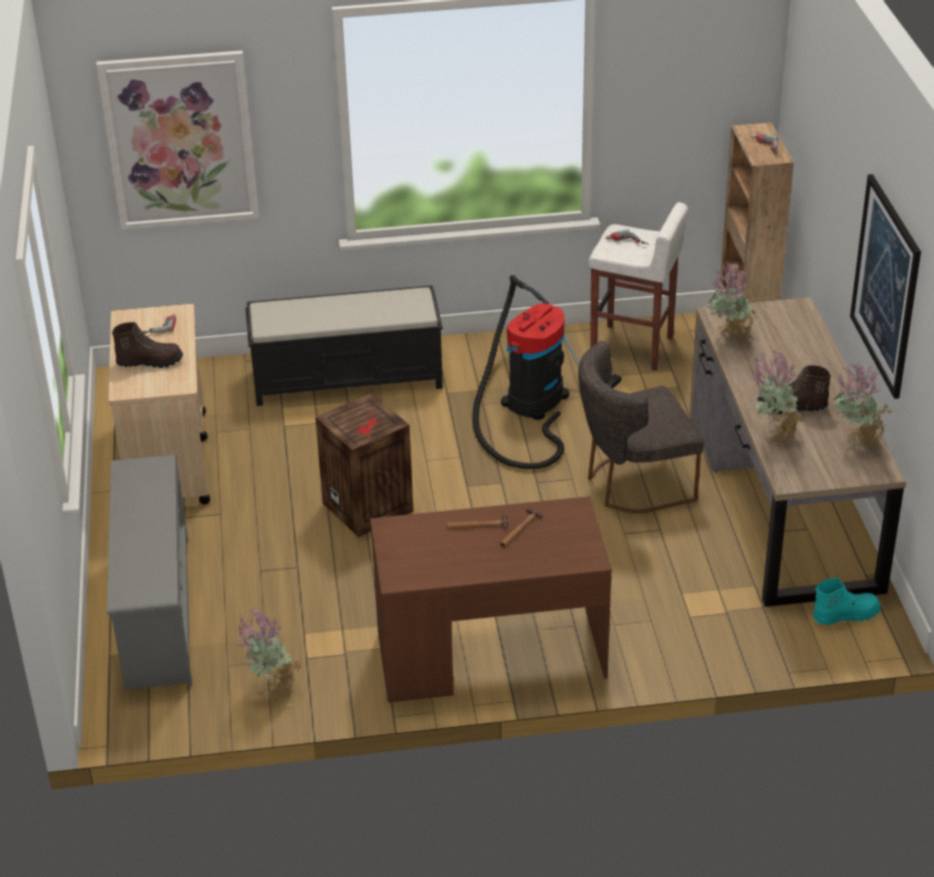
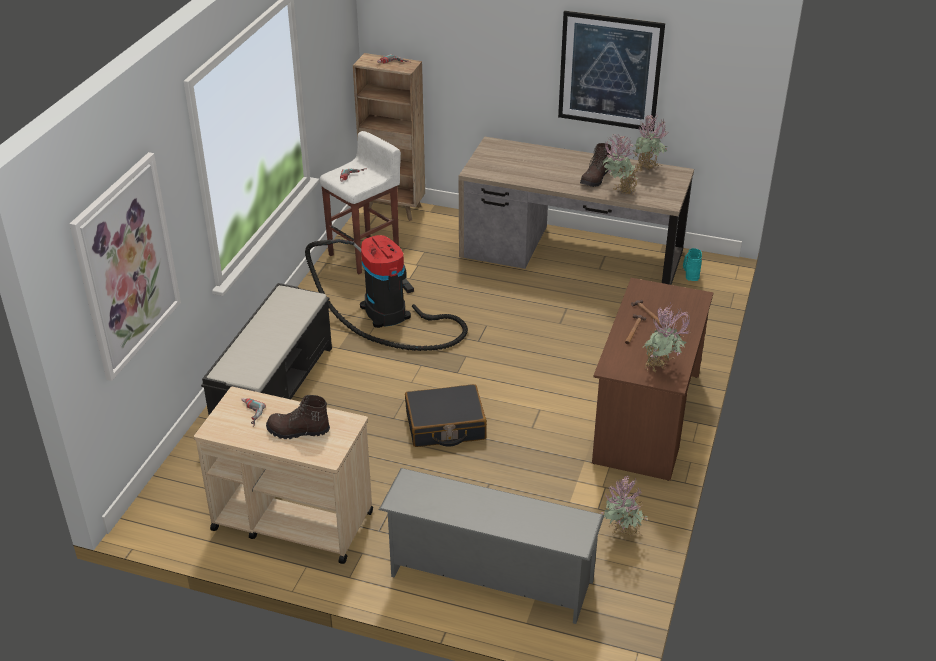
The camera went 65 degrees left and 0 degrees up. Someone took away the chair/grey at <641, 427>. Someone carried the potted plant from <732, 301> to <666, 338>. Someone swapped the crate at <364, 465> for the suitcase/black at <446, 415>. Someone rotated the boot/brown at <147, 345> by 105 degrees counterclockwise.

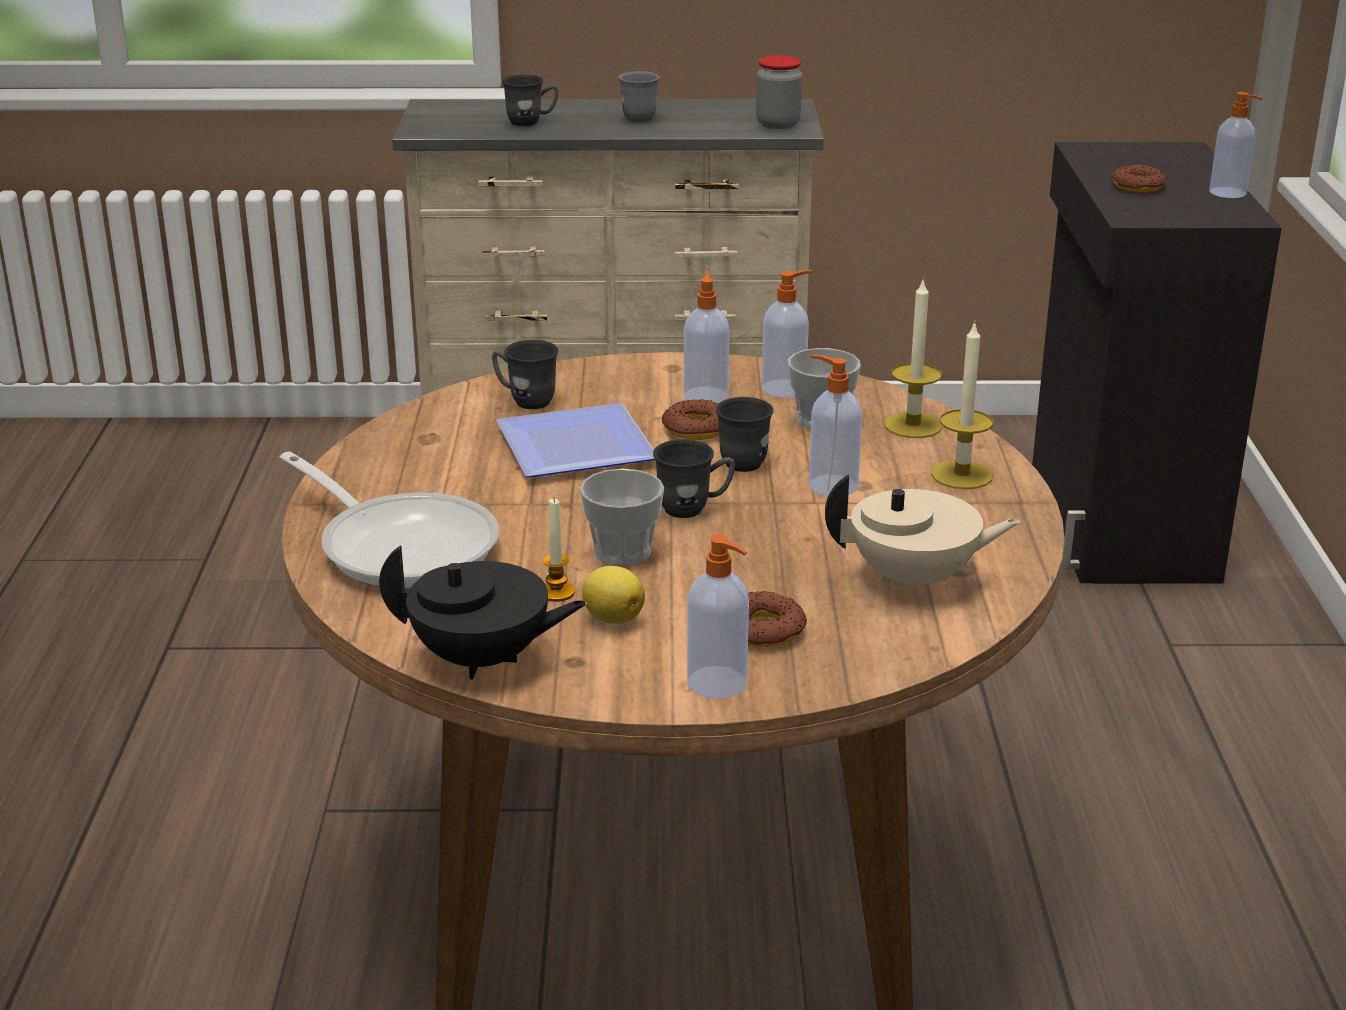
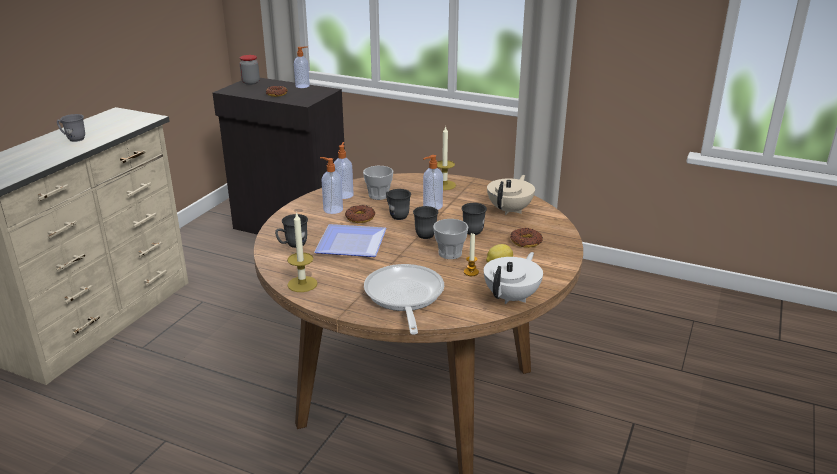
The camera went 65 degrees left and 0 degrees up. Someone took away the soap dispenser at <718, 616>. Someone carried the mug/grey from <530, 100> to <474, 219>. Someone carried the jar from <779, 92> to <250, 70>. Someone carried the candle from <913, 357> to <302, 252>. Someone repainted the teapot/black at <483, 612>, which became the teapot/white at <513, 278>. Someone rotated the frying pan at <389, 520> by 75 degrees counterclockwise.

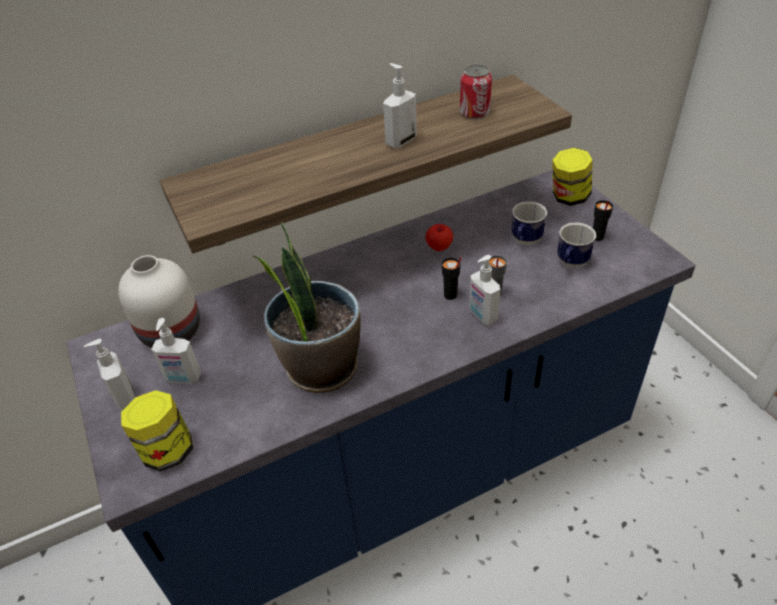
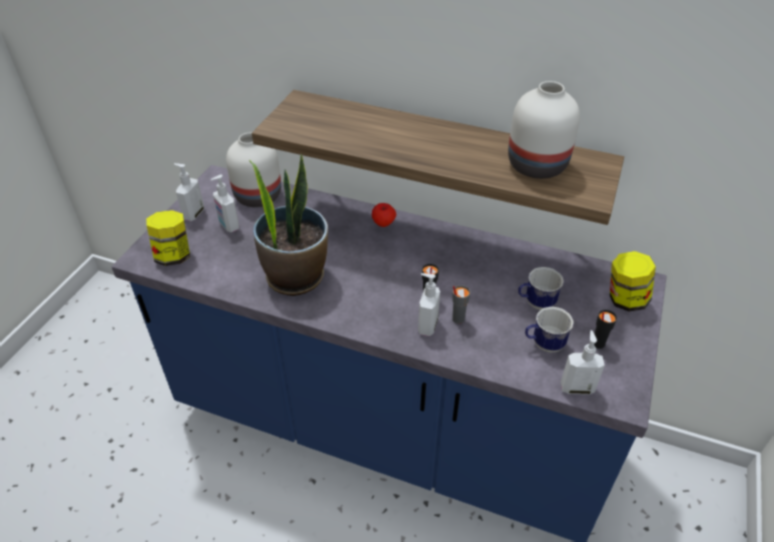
The camera went 45 degrees right and 0 degrees up. Someone carried the soap dispenser from <400, 105> to <583, 362>. Someone carried the apple from <439, 237> to <384, 215>. Someone swapped the can at <476, 91> for the vase/white at <544, 130>.

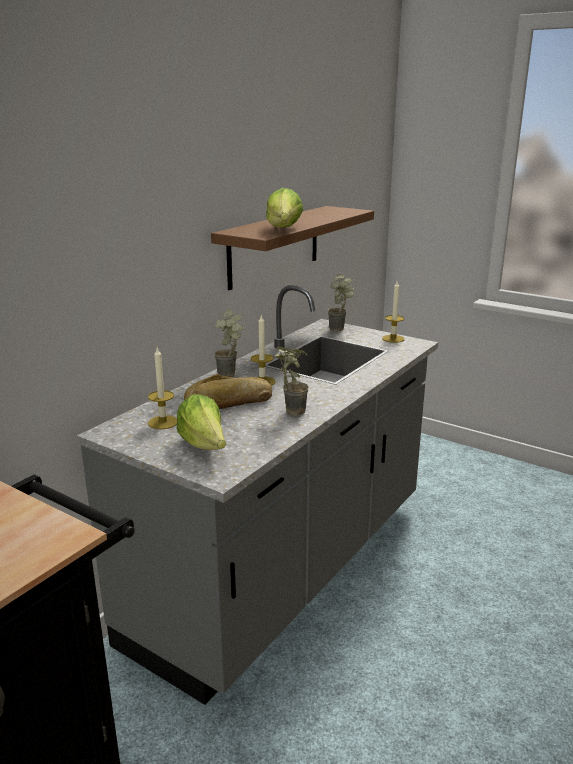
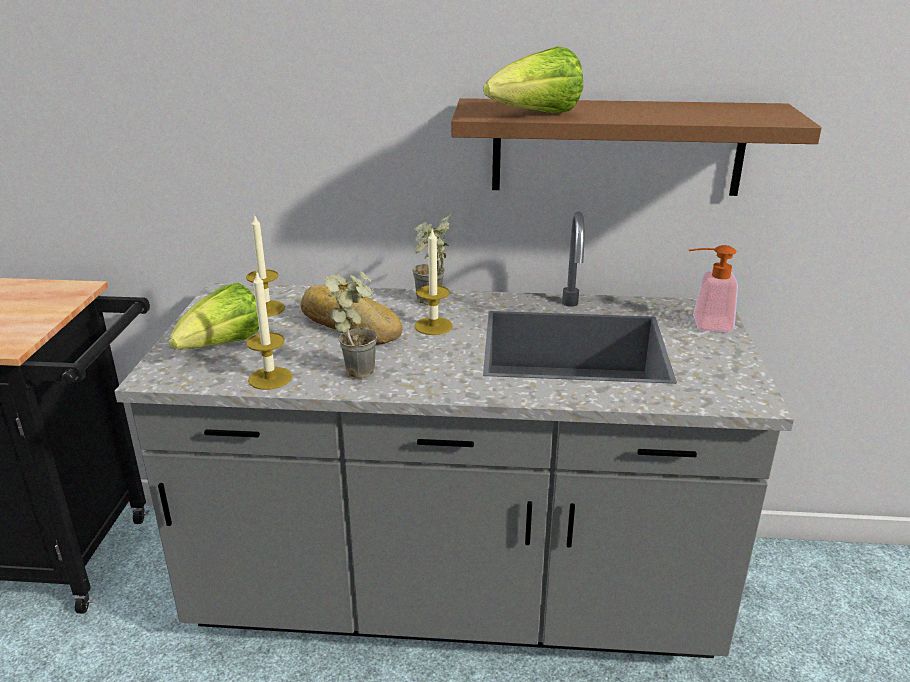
The camera went 60 degrees right and 5 degrees up. Someone carried the candle from <393, 312> to <269, 330>. Someone swapped the potted plant at <340, 303> for the soap dispenser at <713, 288>.

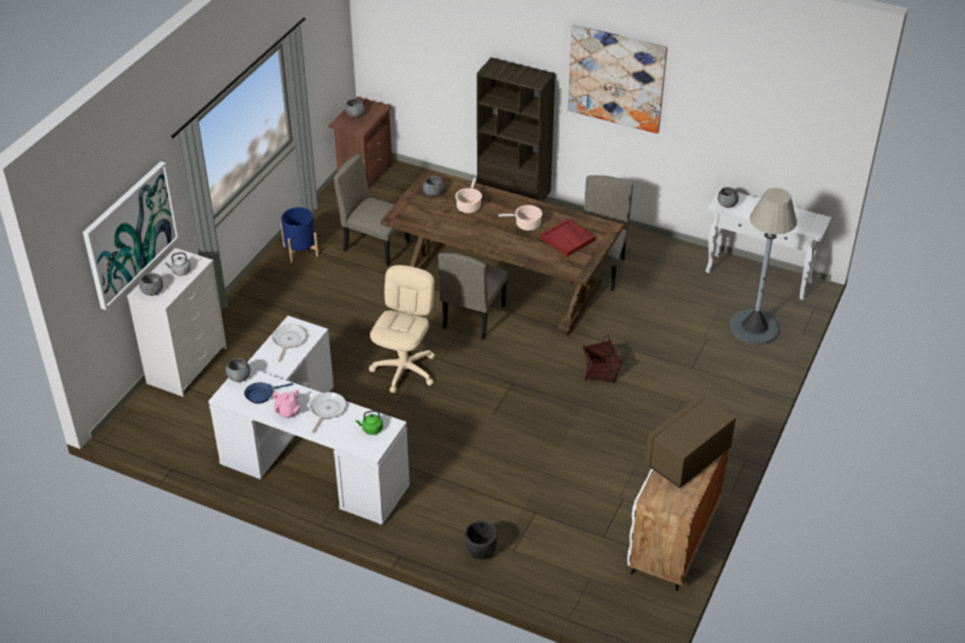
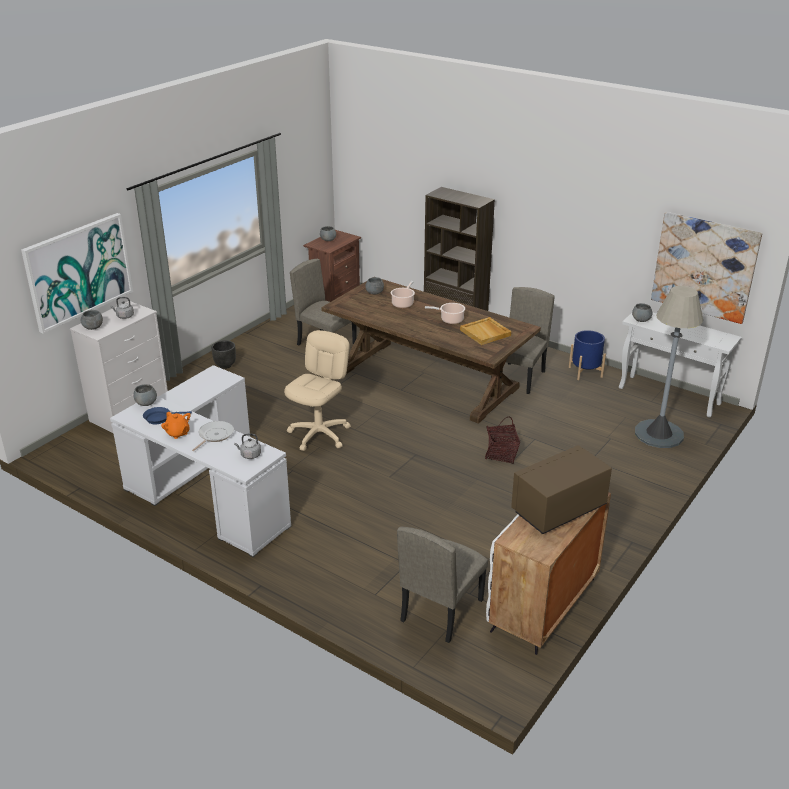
The camera went 10 degrees right and 10 degrees down. Someone took away the frying pan at <289, 343>. Someone carried the planter/blue from <300, 235> to <587, 355>. Someone carried the chair/beige from <473, 296> to <442, 584>. Someone carried the planter/black from <481, 540> to <223, 354>. Someone carried the picture from <618, 79> to <706, 268>. Someone repainted the teapot/pink at <287, 404>, which became the teapot/orange at <175, 425>. Someone repainted the kettle/green at <369, 422>, which became the kettle/grey at <247, 446>. Someone repainted the tray/red at <568, 237>, which became the tray/beige at <485, 331>.

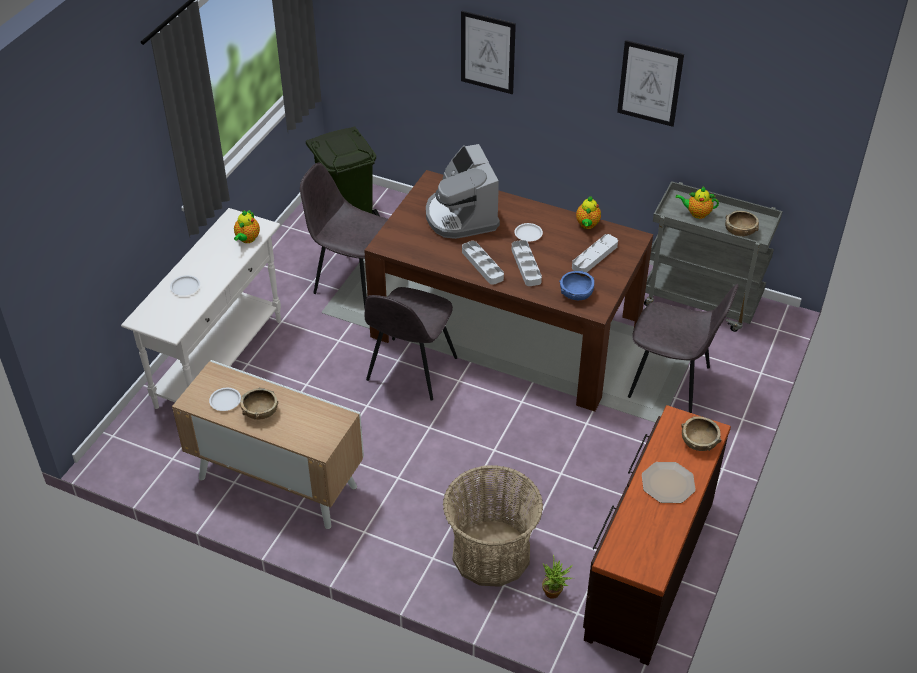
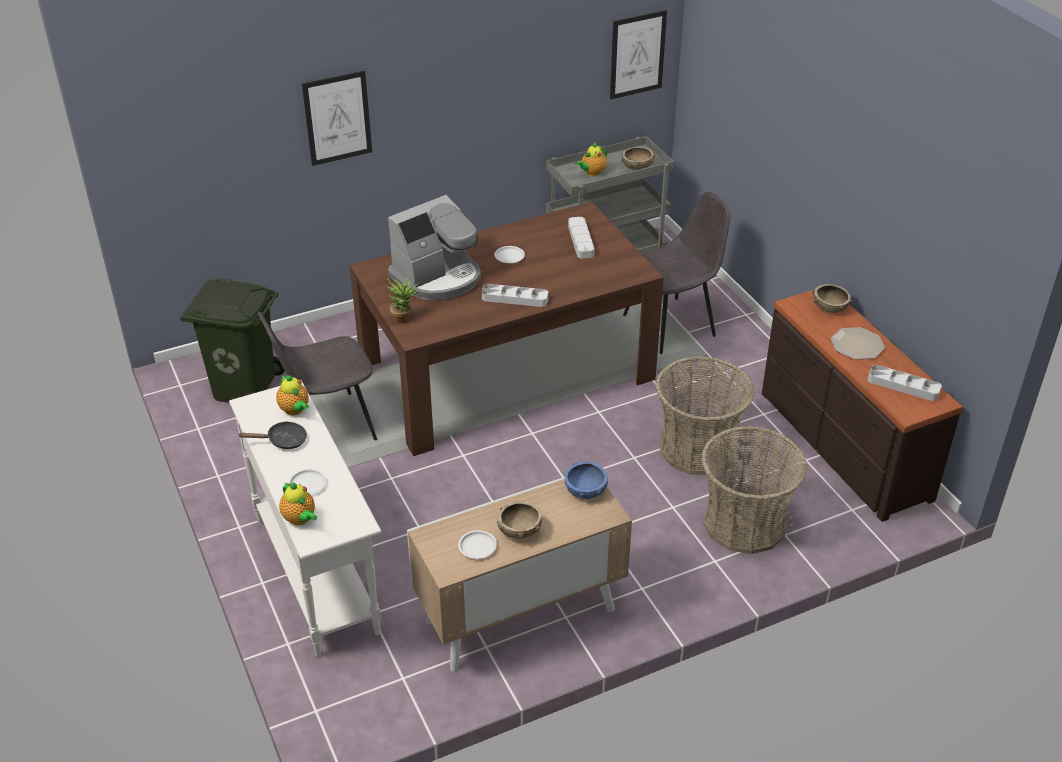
The camera went 50 degrees left and 5 degrees down. Someone took away the chair/grey at <411, 344>. Someone put down the frying pan/black at <272, 435>. Someone put down the basket at <705, 415>. Someone carried the tray/grey from <527, 263> to <905, 383>. Someone carried the potted plant from <557, 577> to <403, 300>. Someone carried the bowl/blue from <576, 285> to <586, 480>. Someone carried the teapot from <588, 213> to <298, 503>. Someone carried the picture from <650, 83> to <638, 54>. Someone rotated the coffee machine at <463, 191> by 60 degrees counterclockwise.

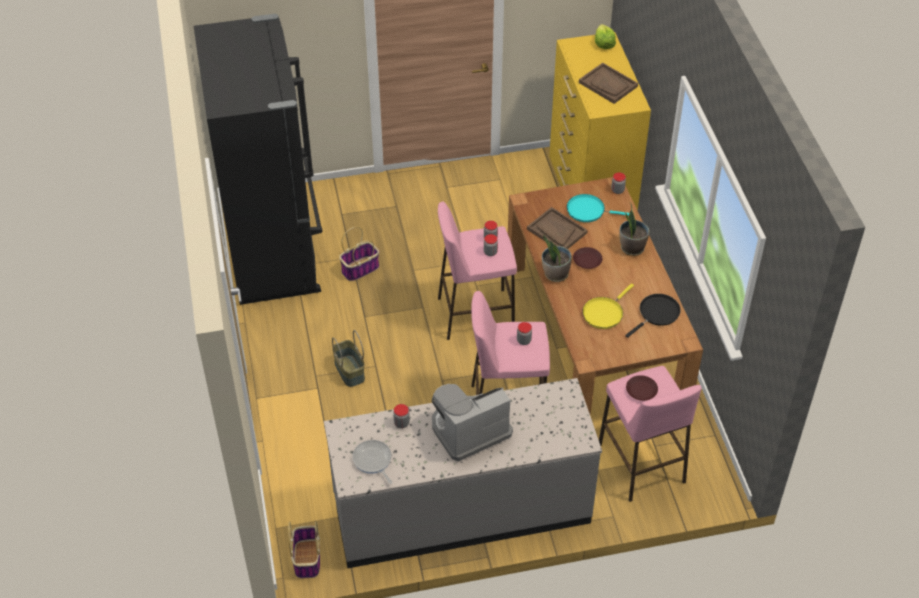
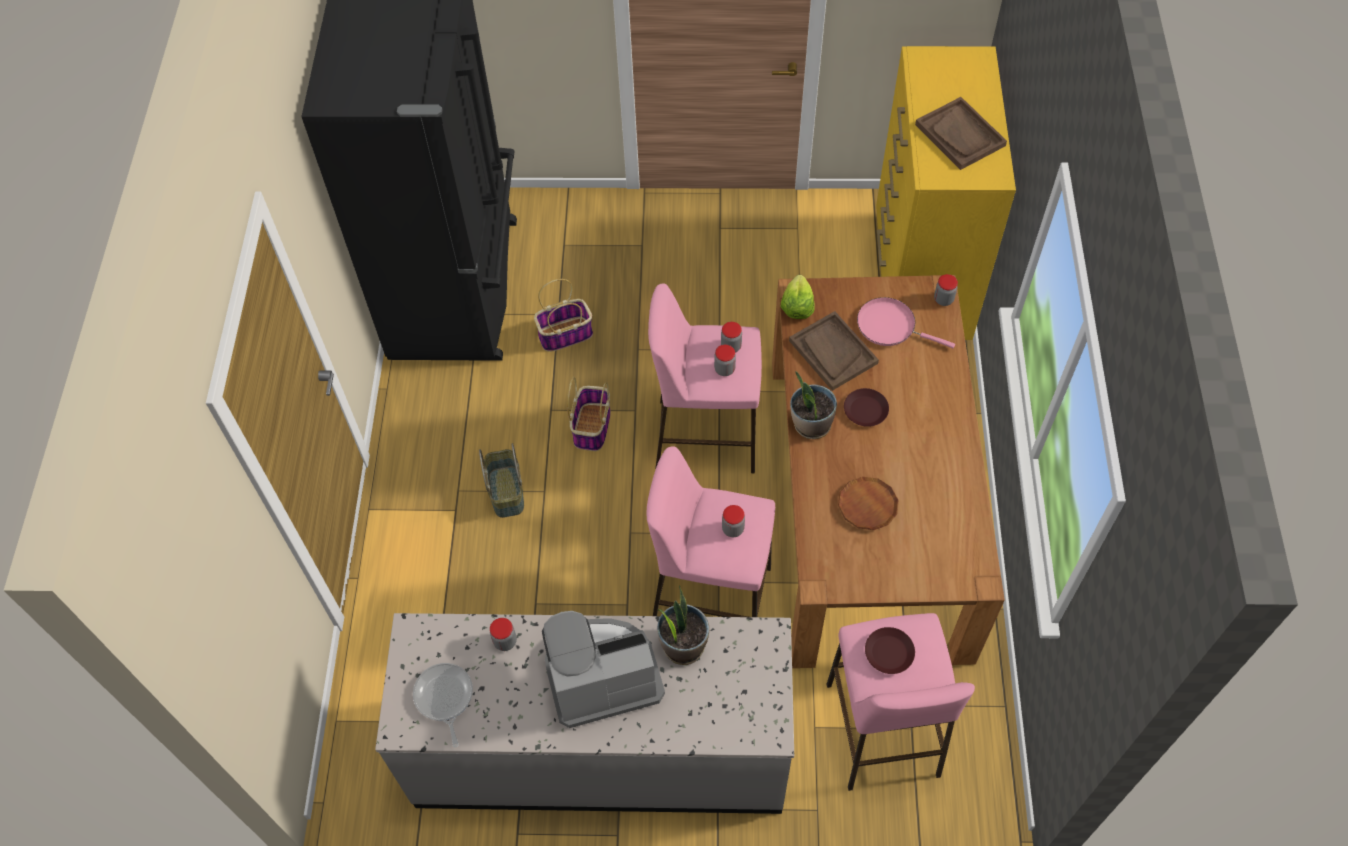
The camera went 15 degrees right and 10 degrees up. Someone took away the frying pan/black at <653, 316>. Someone carried the basket from <304, 549> to <589, 414>. Someone carried the lettuce from <605, 36> to <798, 297>. Someone carried the potted plant from <634, 229> to <683, 625>. Someone swapped the frying pan/yellow at <608, 306> for the plate/brown at <868, 503>. Someone repainted the frying pan/turquoise at <598, 208>, which became the frying pan/pink at <906, 322>.

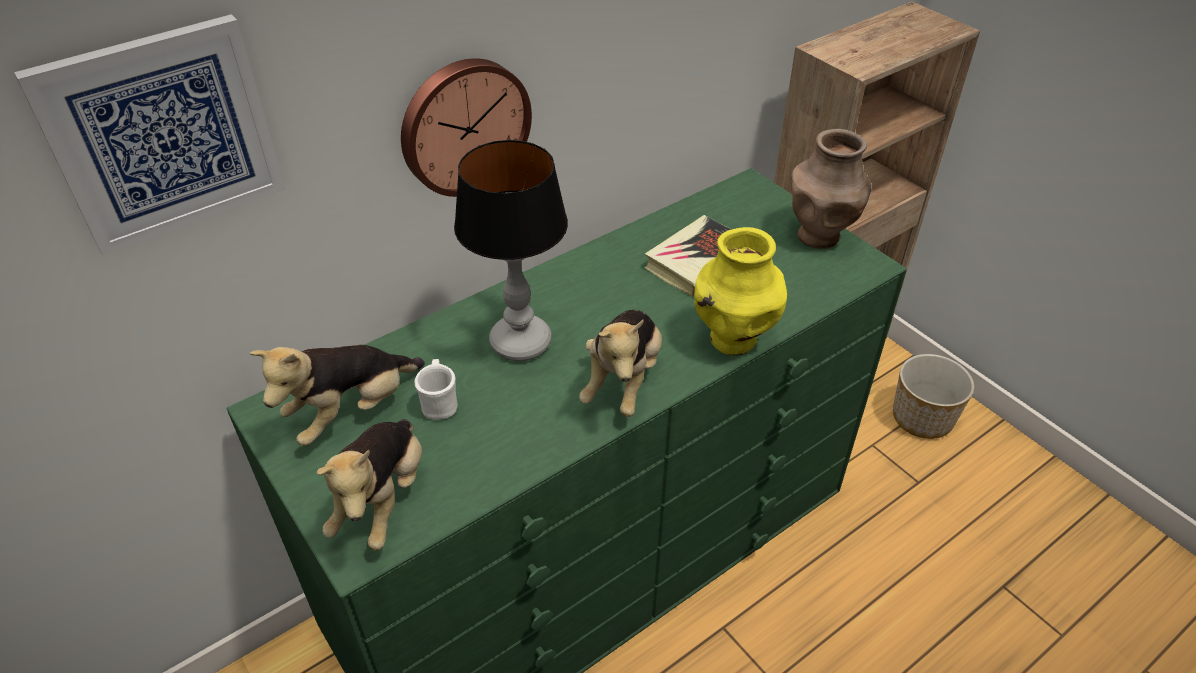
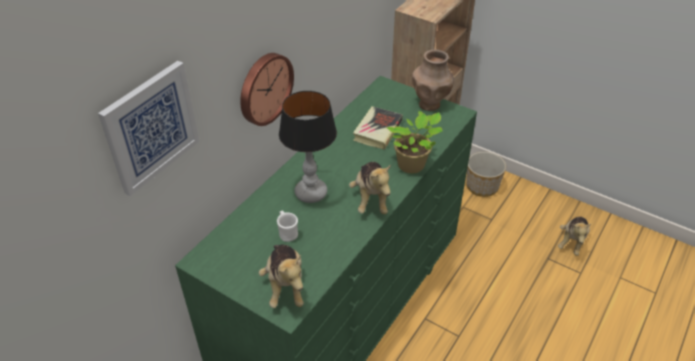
The camera went 20 degrees left and 0 degrees up. Someone carried the plush toy from <337, 395> to <574, 236>. Someone swapped the vase/yellow at <740, 291> for the potted plant at <415, 142>.

